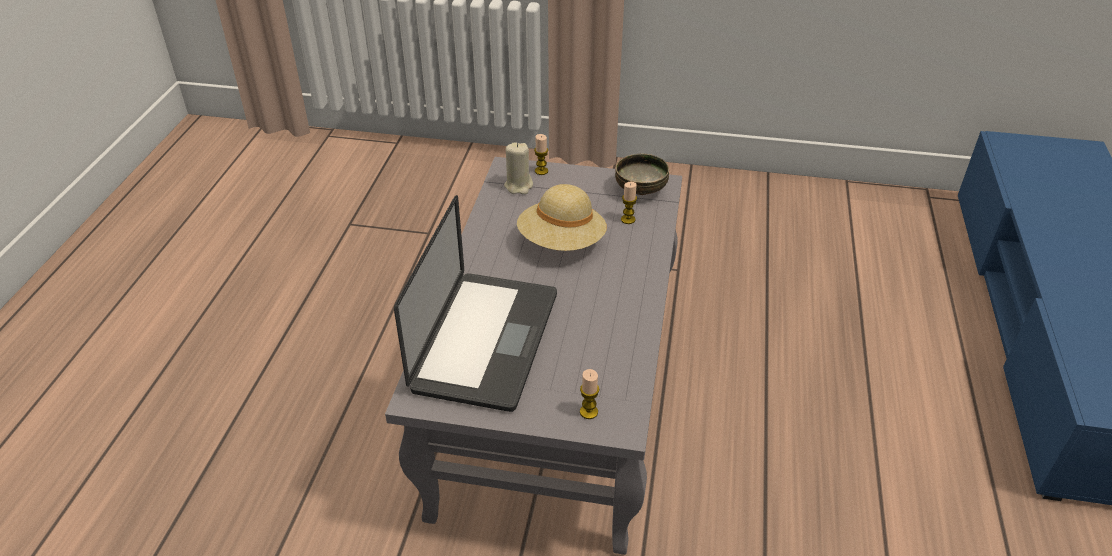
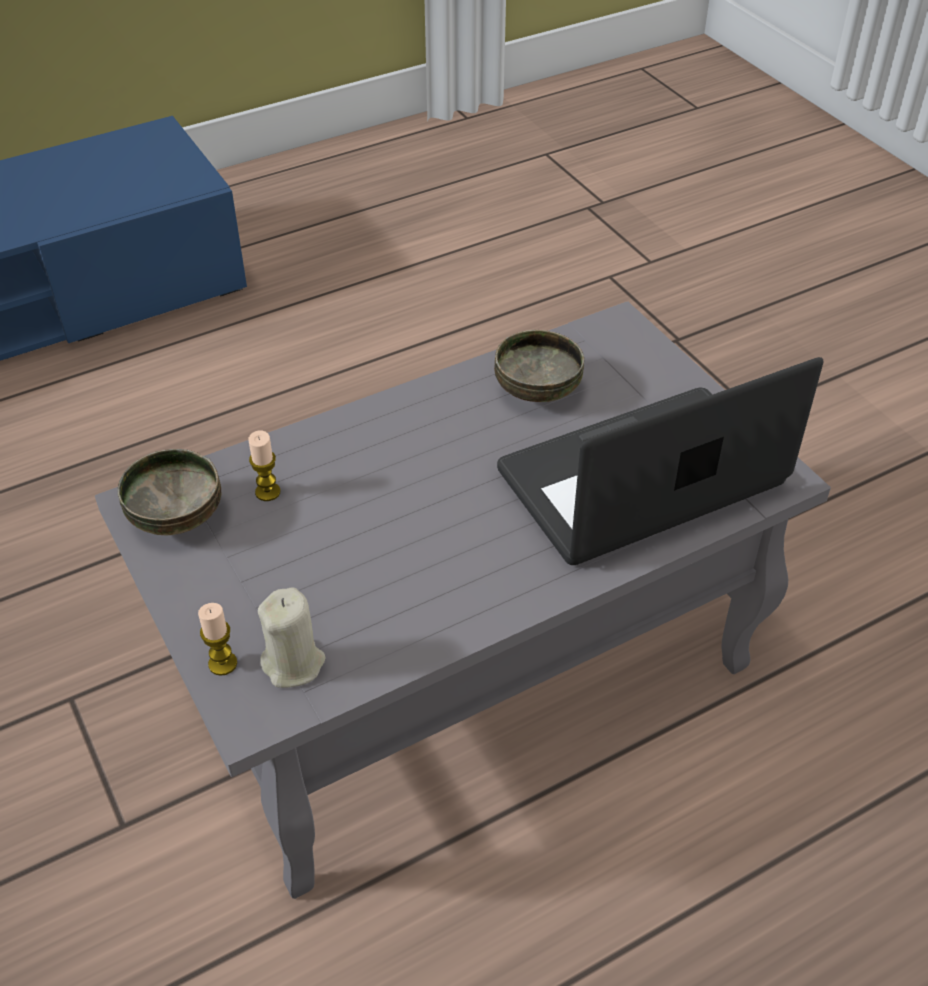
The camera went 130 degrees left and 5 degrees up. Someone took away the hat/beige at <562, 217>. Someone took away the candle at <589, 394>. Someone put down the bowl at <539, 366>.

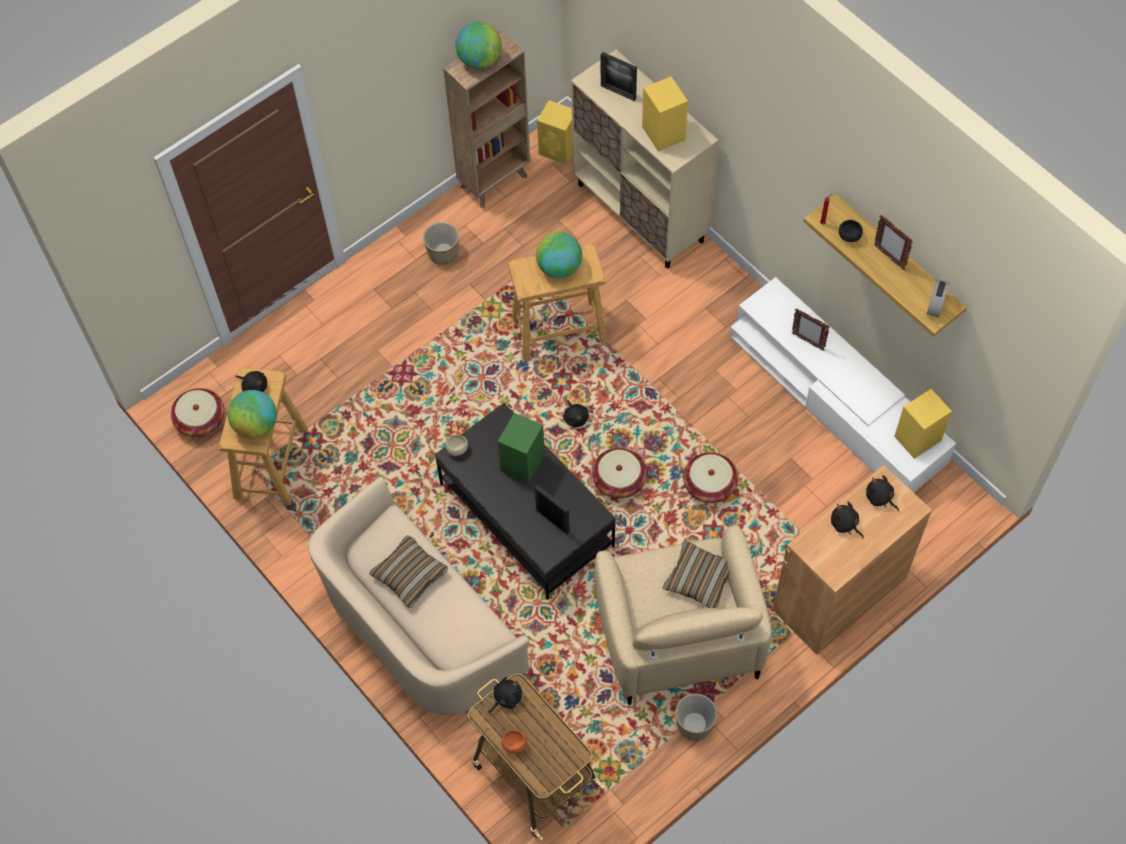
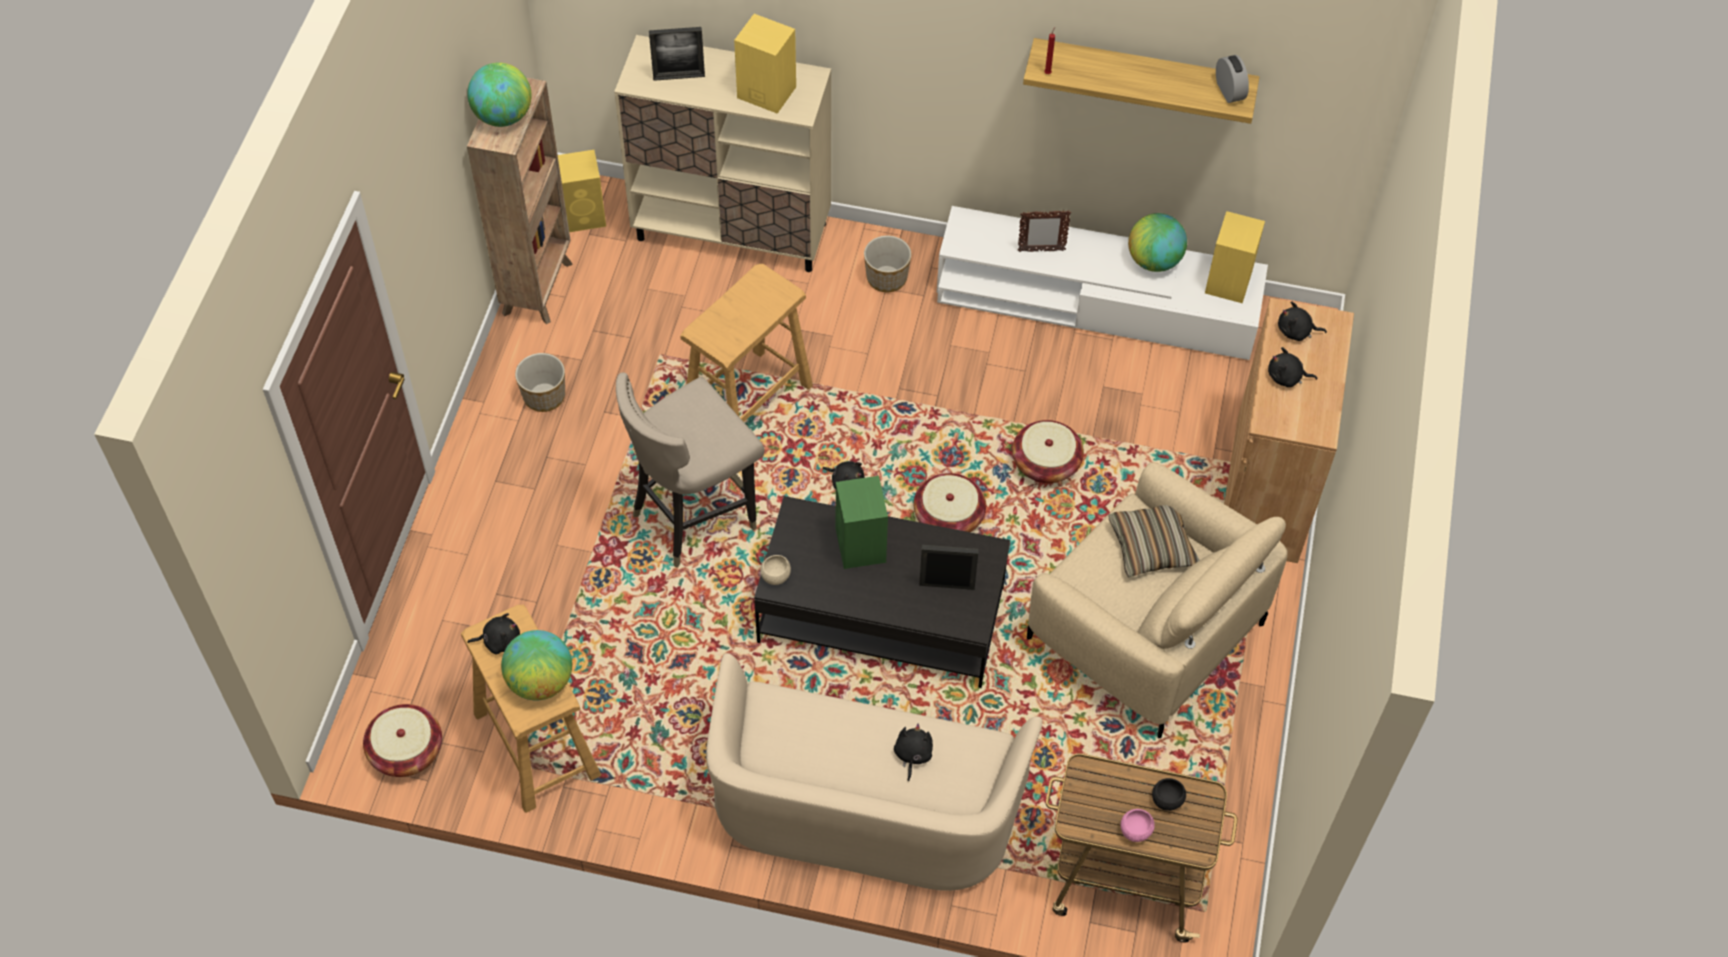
The camera went 40 degrees left and 5 degrees down. Someone took away the pillow at <408, 571>. Someone took away the picture frame at <893, 242>. Someone put down the stool/beige at <690, 470>. Someone carried the plush toy/black from <505, 695> to <913, 753>. Someone carried the globe from <559, 255> to <1157, 242>. Someone carried the planter from <696, 717> to <887, 263>. Someone carried the bowl/black from <851, 231> to <1169, 794>. Someone repainted the bowl/orange at <514, 742>, which became the bowl/pink at <1138, 825>.

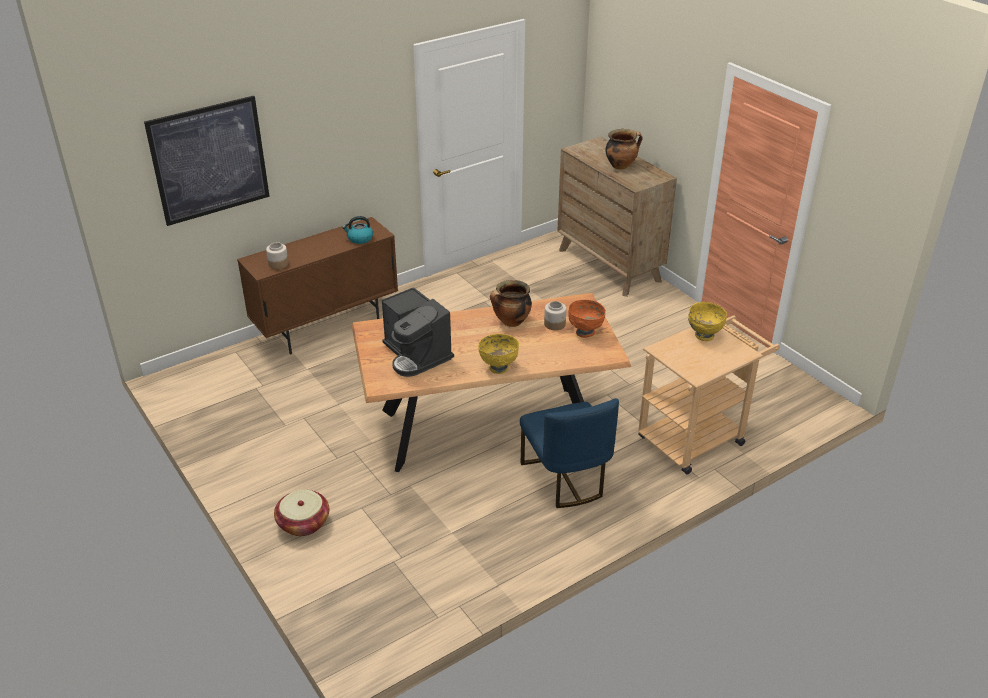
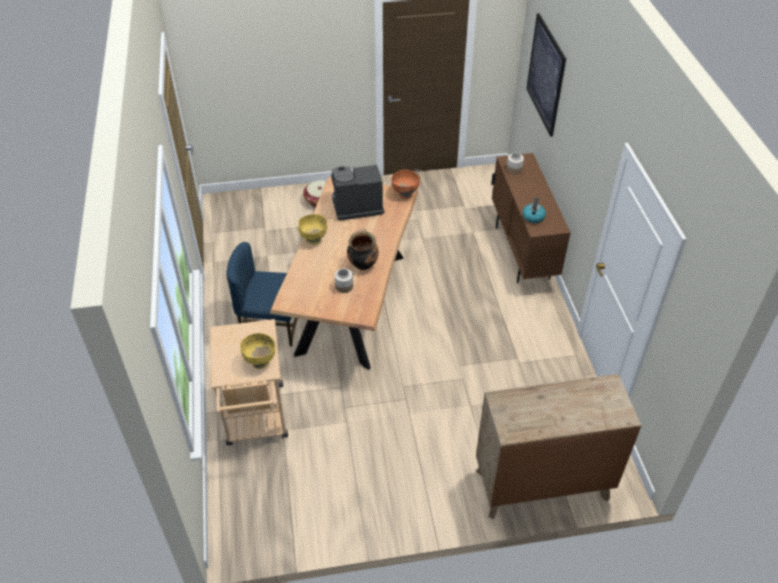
The camera went 115 degrees right and 10 degrees up. Someone took away the cooking pot at <624, 149>. Someone carried the bowl/orange from <587, 319> to <405, 184>.

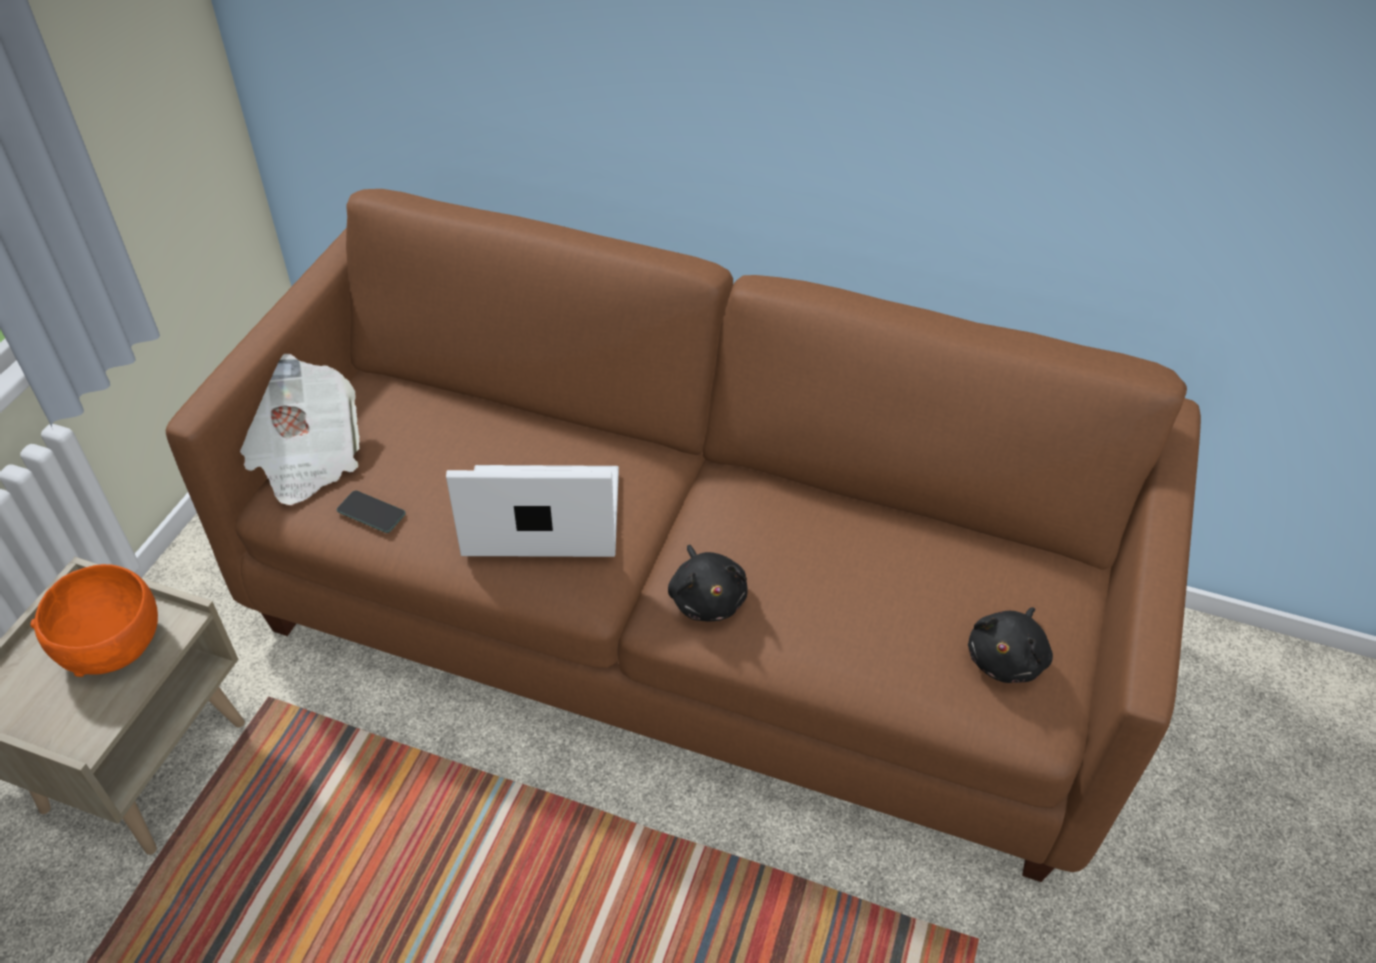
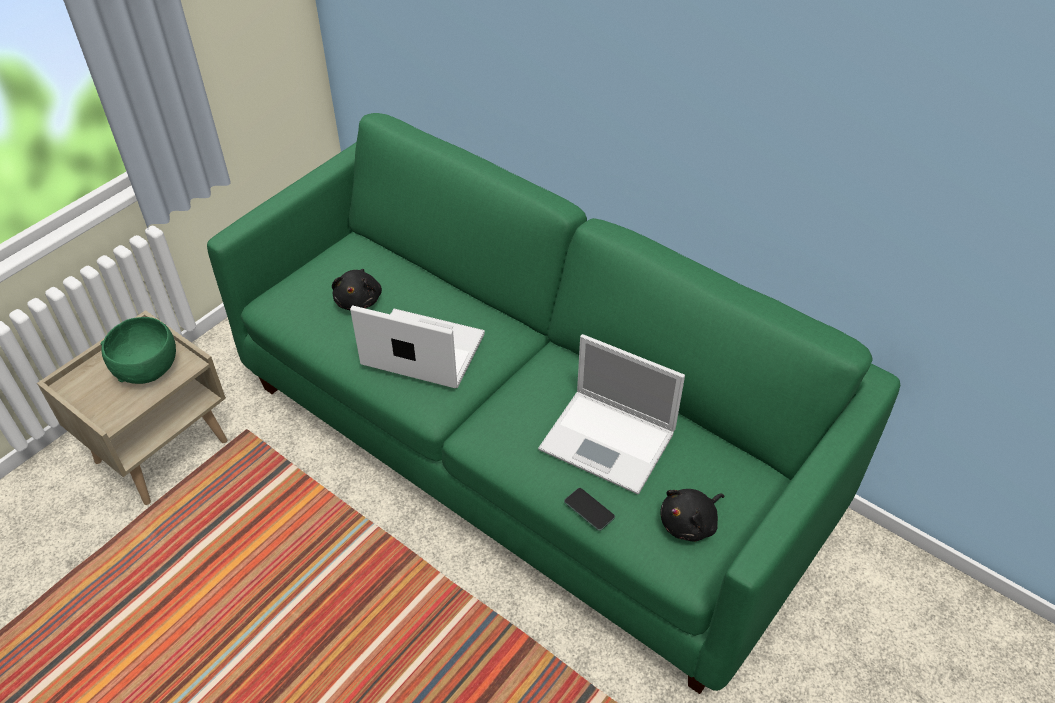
The camera went 20 degrees right and 0 degrees up. Someone took away the newspaper at <300, 429>. Someone put down the laptop at <611, 414>. Someone carried the phone from <371, 512> to <589, 509>. Someone carried the plush toy/black from <708, 583> to <357, 289>. Someone repainted the bowl/orange at <94, 620>, which became the bowl/green at <138, 350>. Someone repainted the sofa/brown at <683, 535>, which became the sofa/green at <553, 403>.

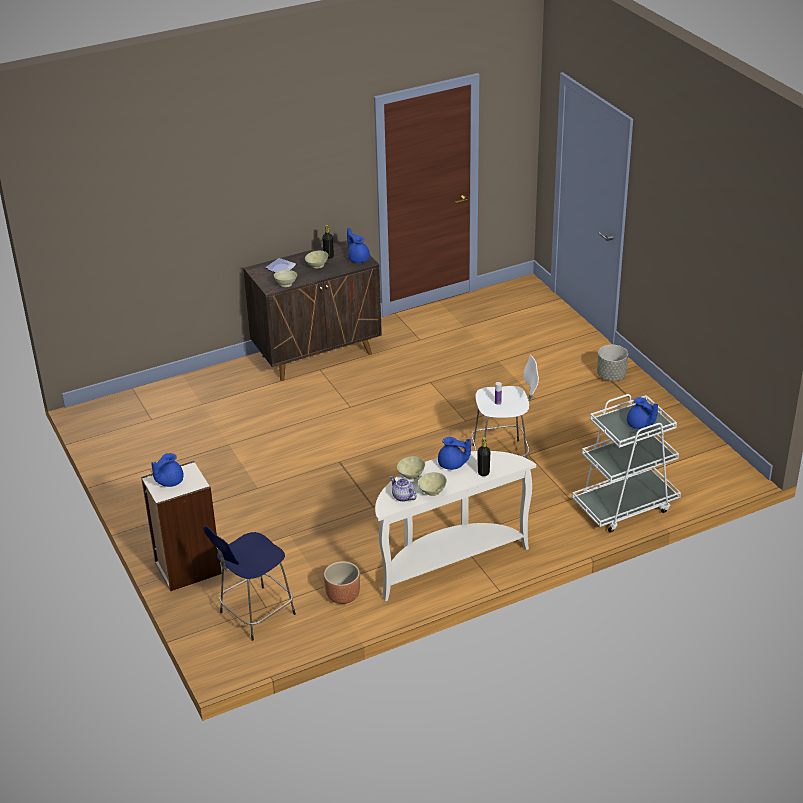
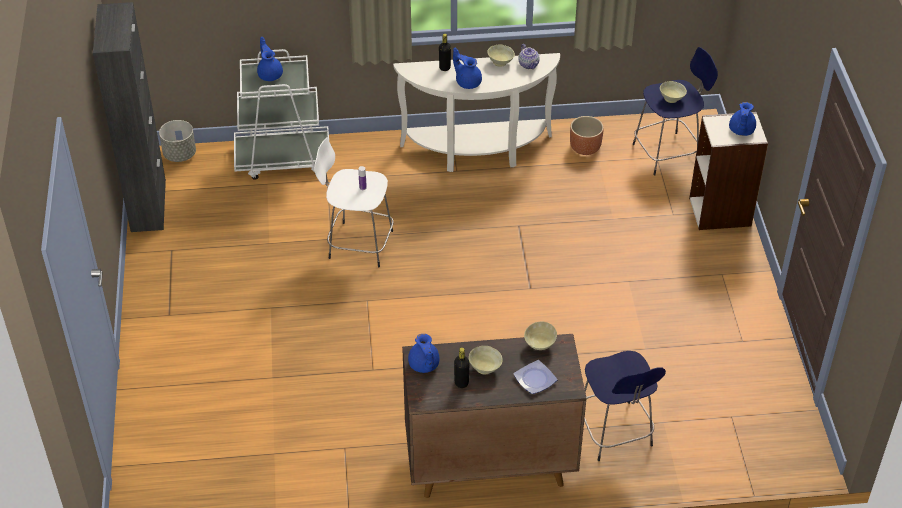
The camera went 160 degrees left and 10 degrees up. Someone put down the cabinet/black at <129, 117>. Someone put down the stool/blue at <625, 406>. Someone carried the bowl/beige from <411, 468> to <673, 92>. Someone carried the planter/grey from <612, 363> to <177, 141>. Someone rotated the teapot/blue at <167, 470> by 135 degrees clockwise.

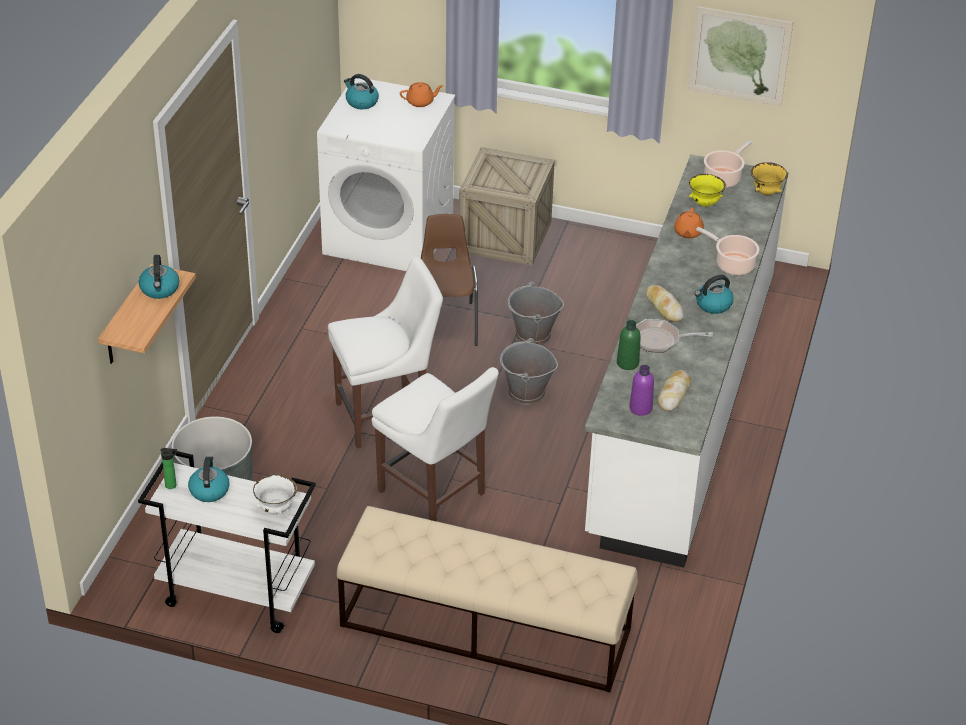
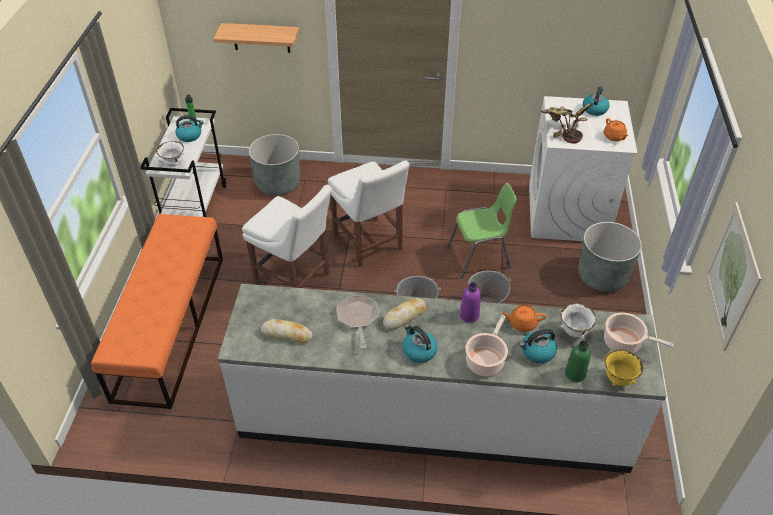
The camera went 80 degrees right and 5 degrees up. Someone put down the potted plant at <566, 123>. Someone carried the kettle from <159, 277> to <538, 346>. Someone carried the bottle/green from <629, 345> to <578, 361>. Someone carried the bottle/purple from <641, 390> to <470, 302>. Someone swapped the crate at <507, 206> for the planter/grey at <610, 257>. Someone repainted the bench/beige at <487, 599>, which became the bench/orange at <157, 311>. Someone repainted the chair/brown at <449, 280>, which became the chair/green at <482, 231>. Someone repainted the bowl/yellow at <707, 190>, which became the bowl/white at <577, 321>. Someone rotated the chair/white at <435, 444> by 90 degrees counterclockwise.

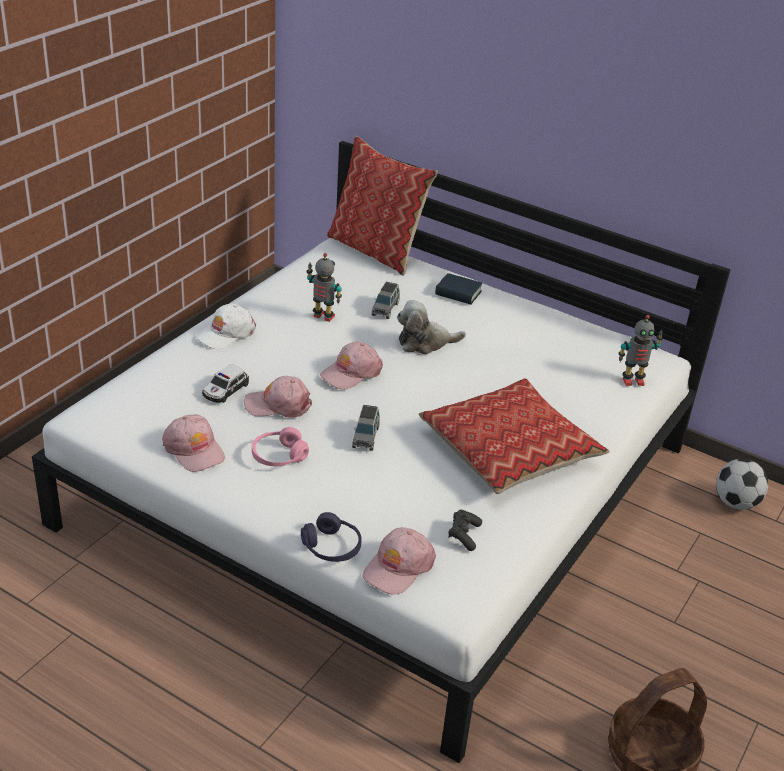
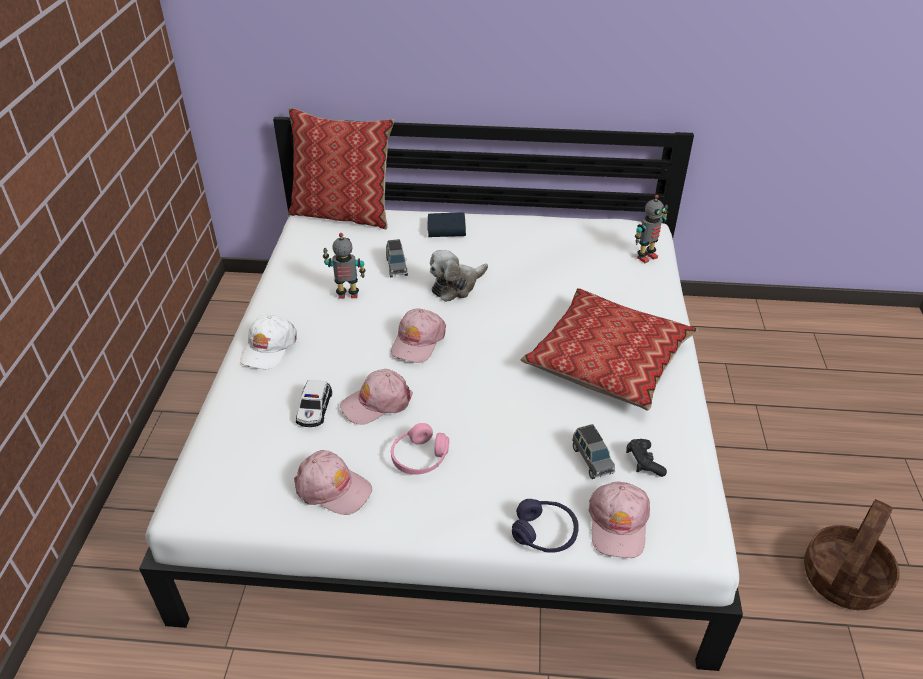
The camera went 25 degrees left and 5 degrees up. Someone took away the football at <742, 484>. Someone carried the toy car/grey from <366, 428> to <593, 451>.

